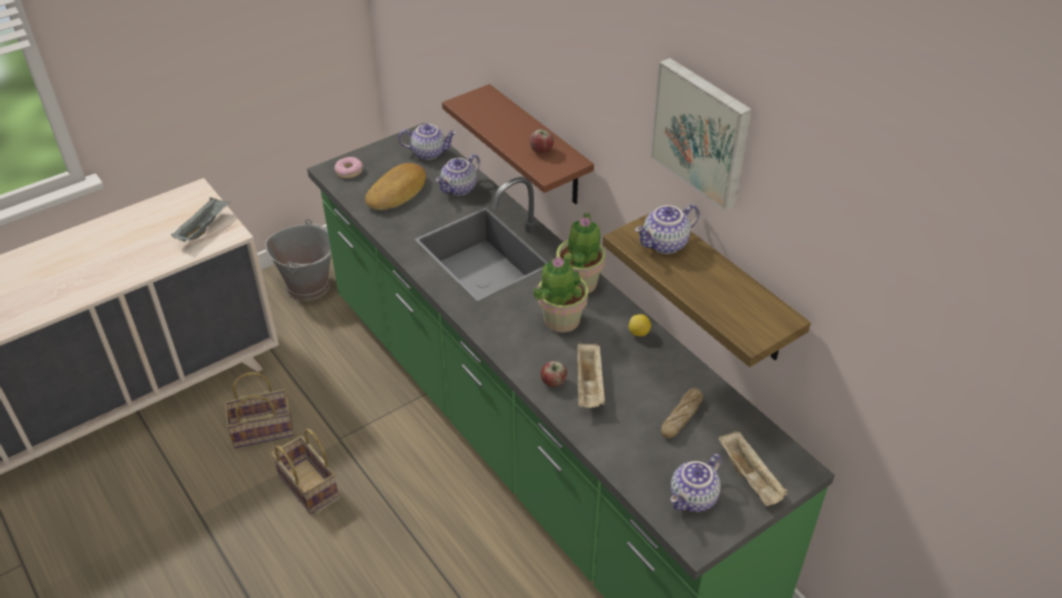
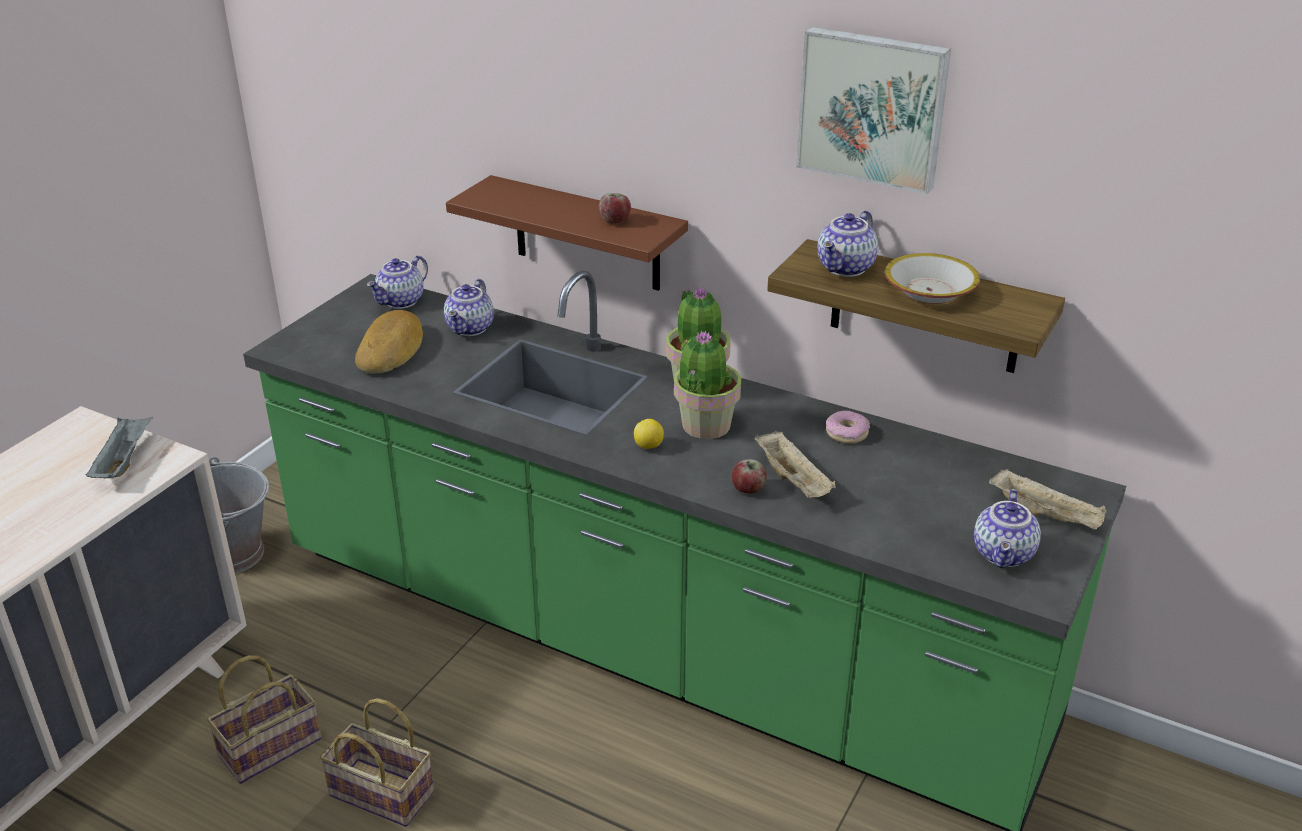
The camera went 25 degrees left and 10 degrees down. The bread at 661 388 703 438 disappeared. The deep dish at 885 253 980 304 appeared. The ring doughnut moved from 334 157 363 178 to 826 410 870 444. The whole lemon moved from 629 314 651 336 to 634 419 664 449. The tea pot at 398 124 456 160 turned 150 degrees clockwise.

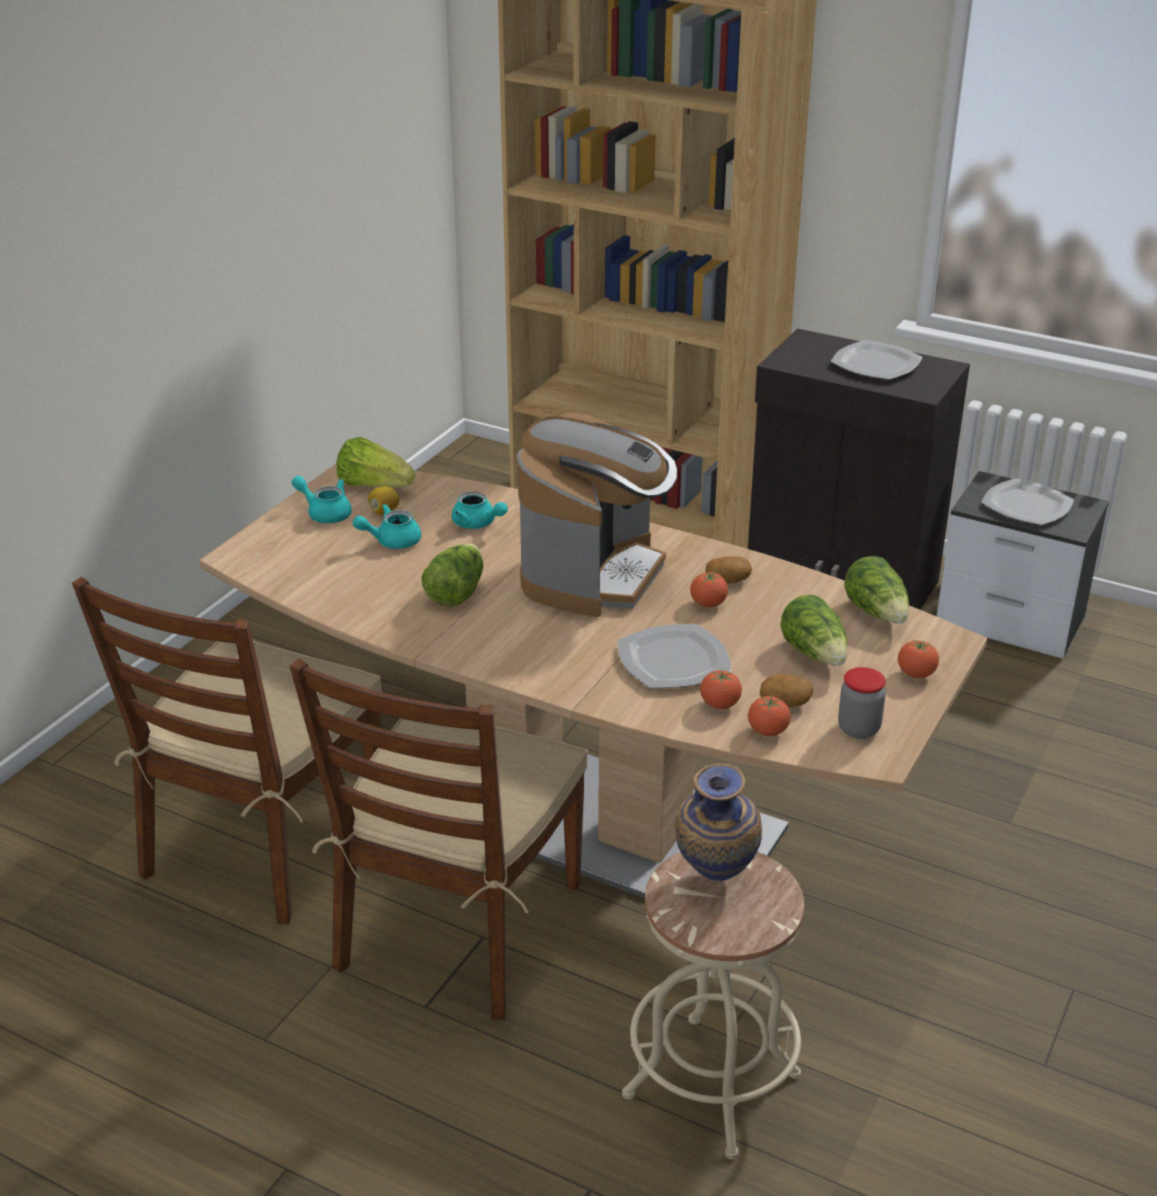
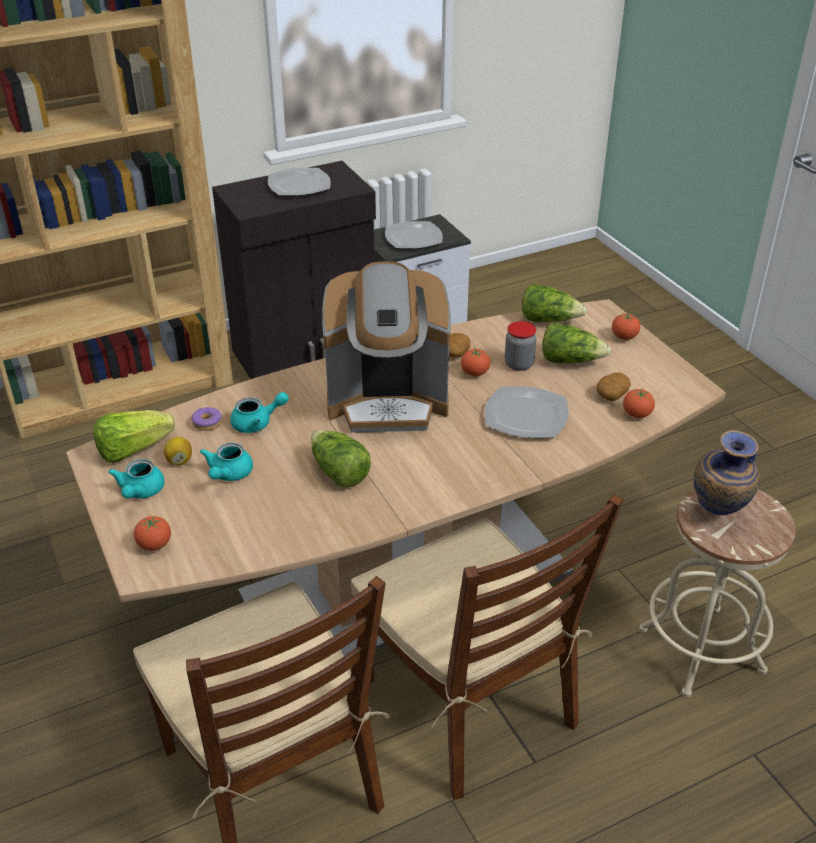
The camera went 55 degrees left and 5 degrees up. The ring doughnut at 192 407 222 431 appeared. The whole tomato moved from 700 670 742 709 to 134 516 171 551. The preserve jar moved from 838 667 886 739 to 505 321 537 371. The turquoise tea pot at 292 476 352 523 turned 60 degrees counterclockwise. The coffee machine at 517 413 677 617 turned 120 degrees clockwise.

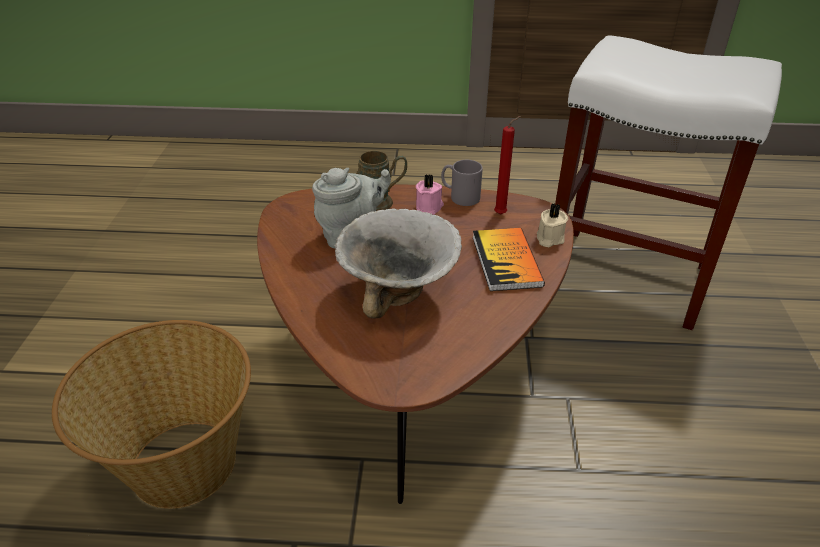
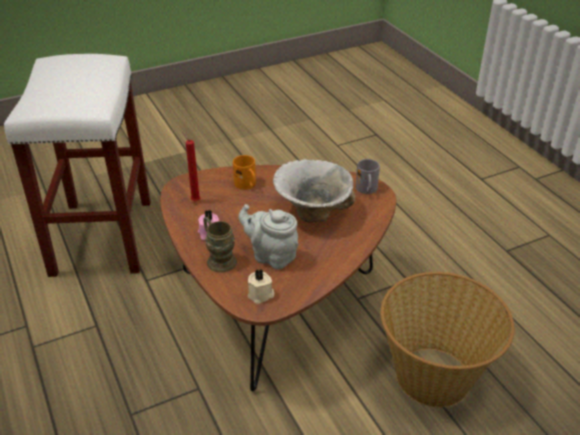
The camera went 120 degrees left and 0 degrees up. The greyish tea mug moved from 441 160 483 206 to 356 159 380 194. The beige-coloured candle moved from 537 204 568 247 to 248 269 274 304. The bound book at 473 228 545 291 was replaced by the orange tea mug at 233 155 256 190.

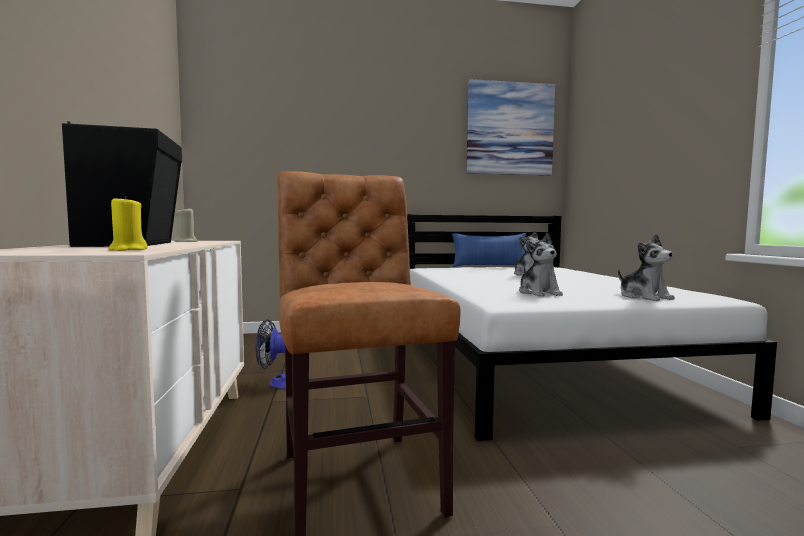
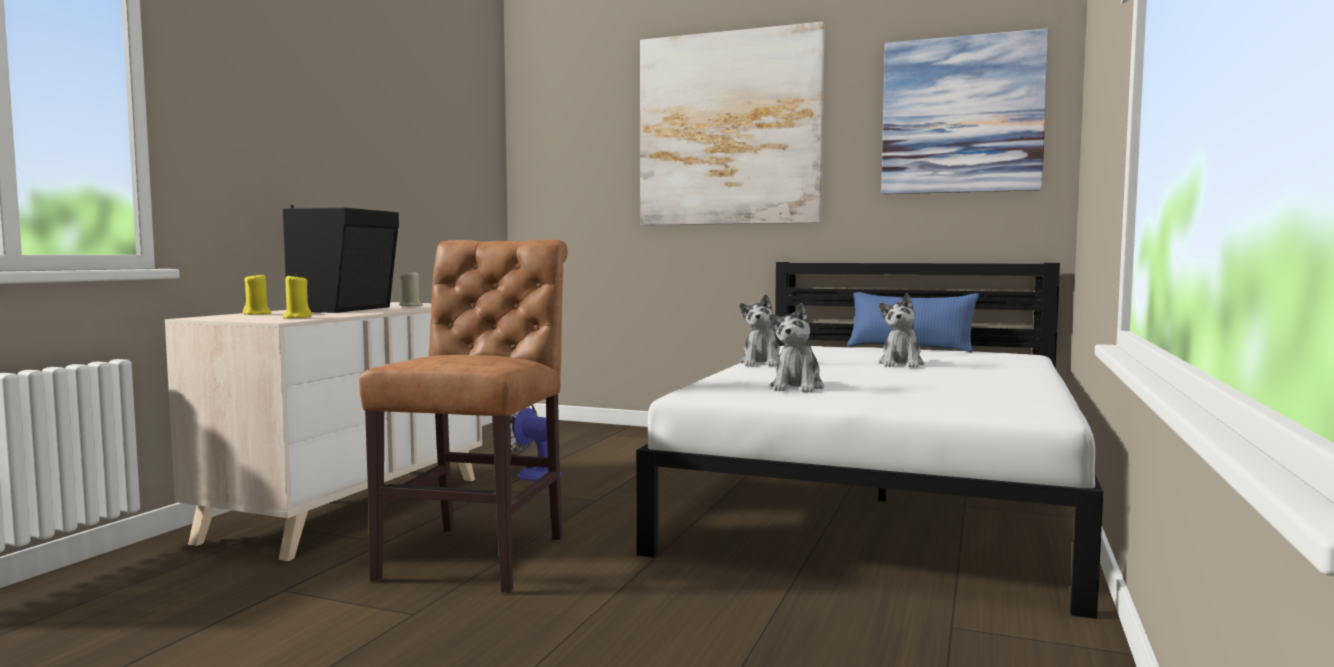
The camera went 30 degrees right and 0 degrees up. The yellow candle at 243 273 271 315 appeared. The wall art at 640 22 825 225 appeared. The soft toy moved from 618 234 675 301 to 739 294 780 366.

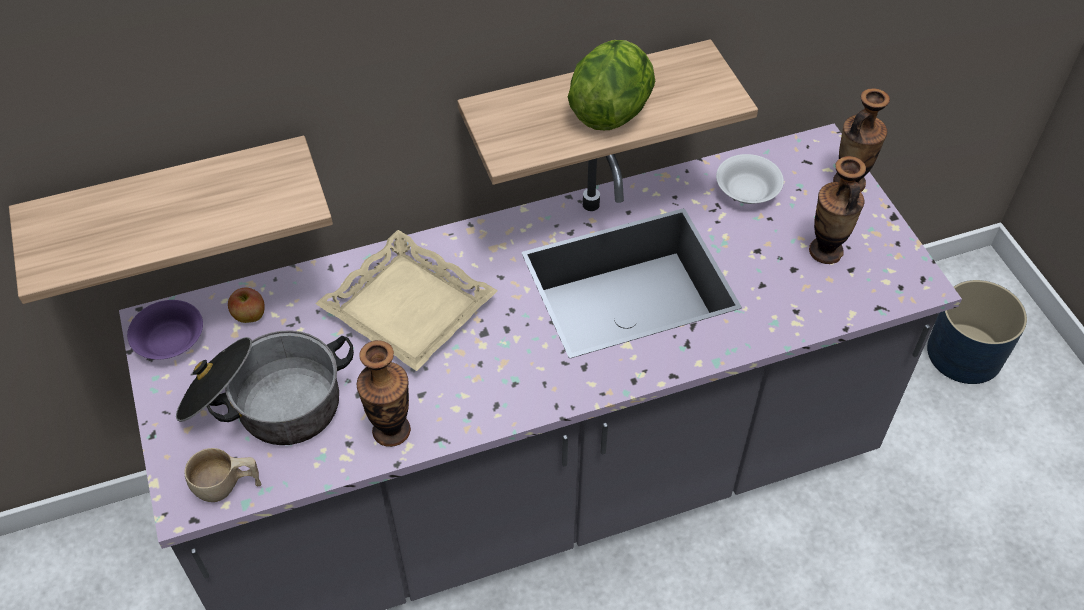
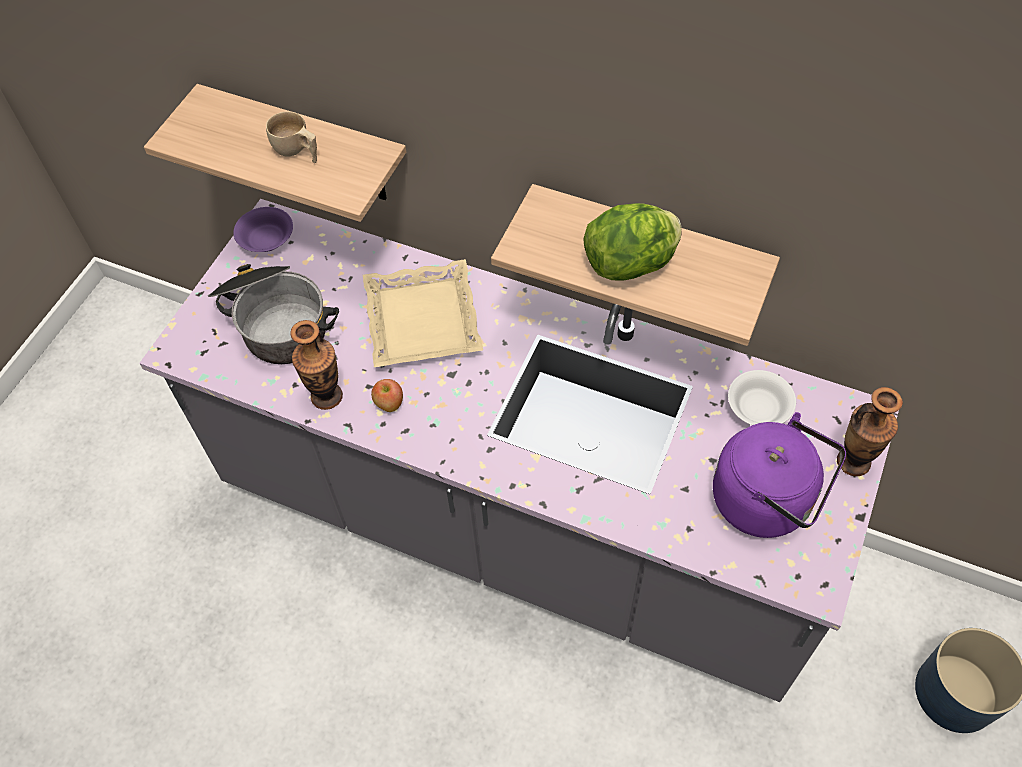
The camera went 45 degrees right and 5 degrees up. The beige-coloured cup moved from 185 448 262 502 to 266 111 317 163. The apple moved from 228 288 265 323 to 371 379 403 412. The flower vase at 809 156 866 264 was replaced by the purplish tea kettle at 713 412 846 538.

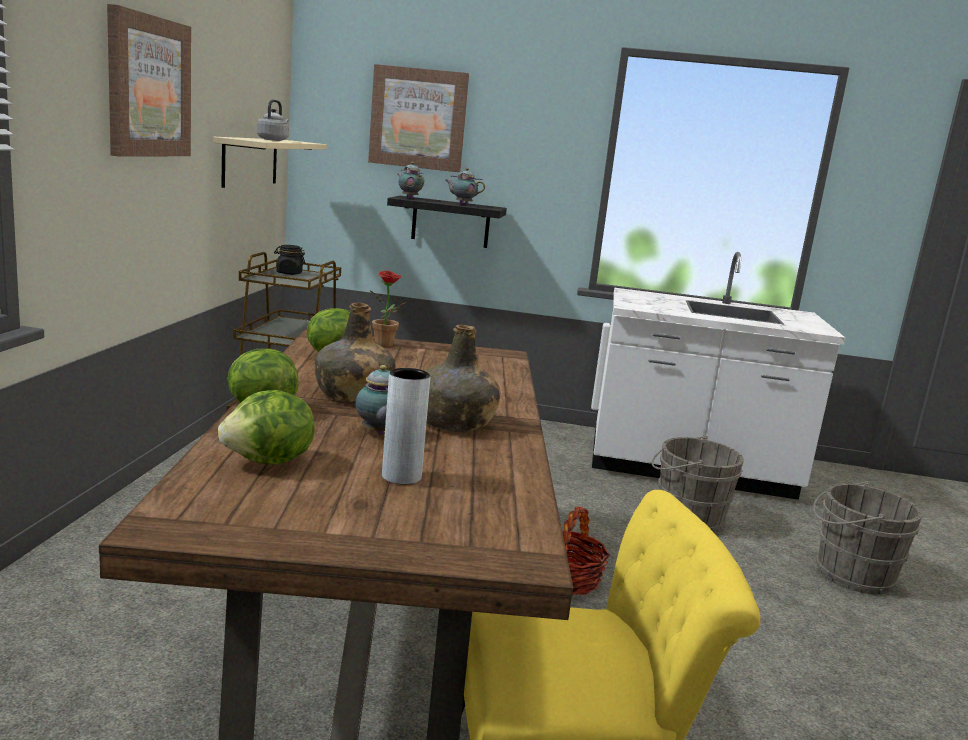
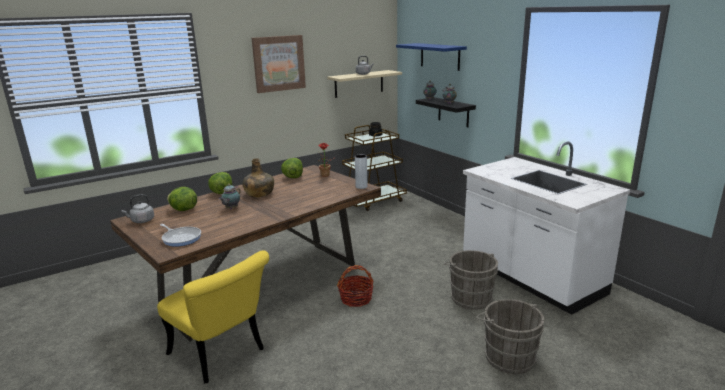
The camera went 50 degrees right and 5 degrees up. The green-coloured drink bottle at 425 325 500 432 disappeared. The greyish tea kettle at 121 194 154 223 appeared. The pan at 160 224 201 247 appeared. The greyish flower vase moved from 382 368 430 484 to 355 154 368 189. The wall art at 368 64 469 172 was replaced by the bluish shelf at 396 43 467 71.

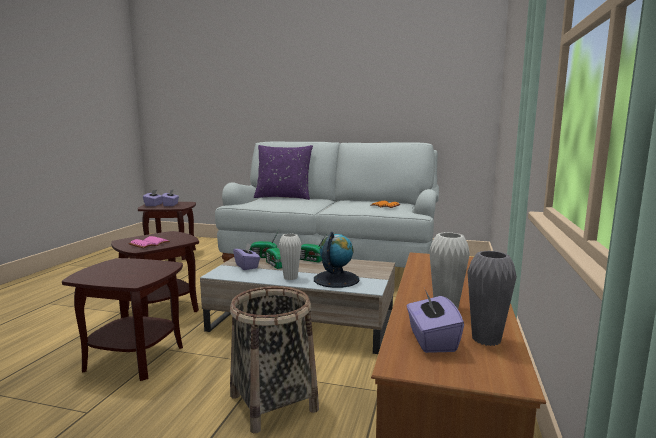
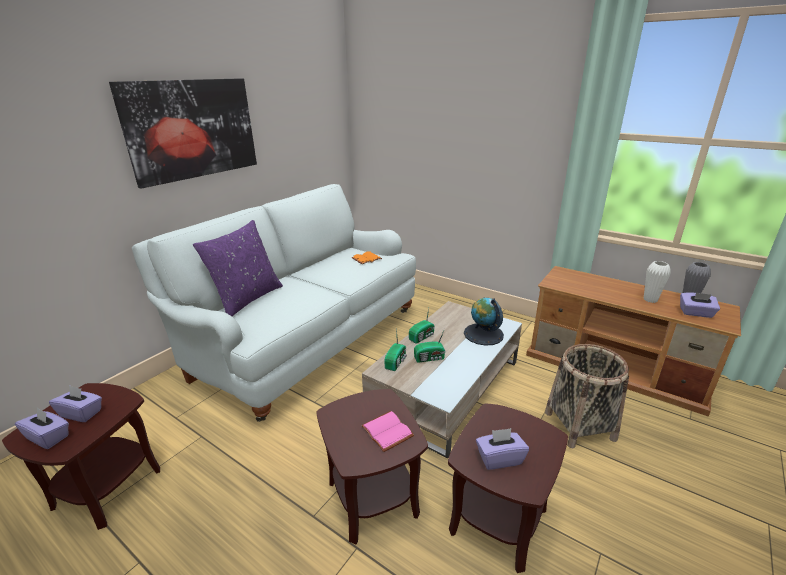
The camera went 70 degrees left and 15 degrees up. The white flower vase at 279 234 301 280 disappeared. The wall art at 109 78 257 189 appeared. The purplish tissue box moved from 233 243 260 270 to 476 428 529 470.

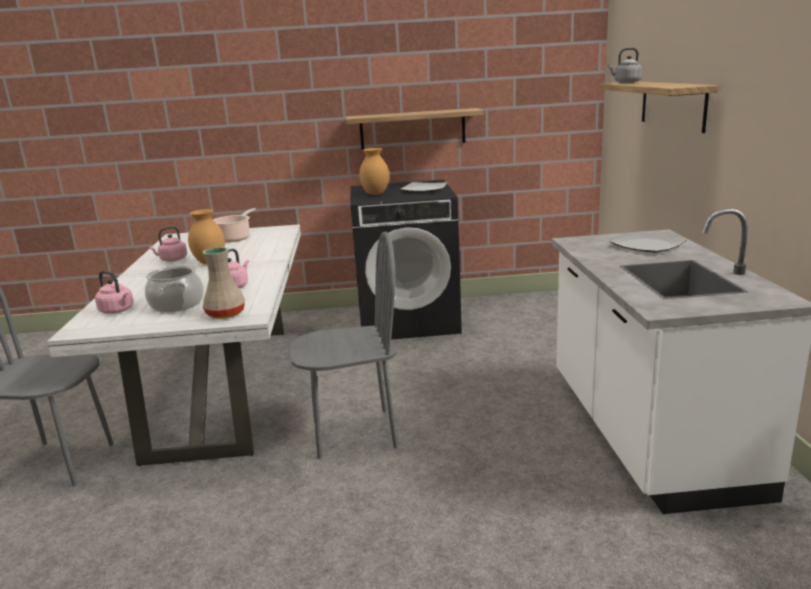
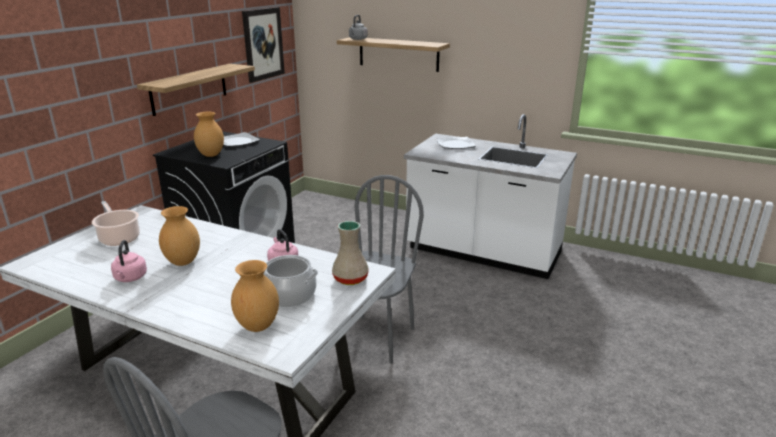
The camera went 60 degrees left and 5 degrees up. The wall art at 242 7 285 83 appeared. The pink tea kettle at 95 271 134 314 was replaced by the brown flower vase at 231 260 279 332.

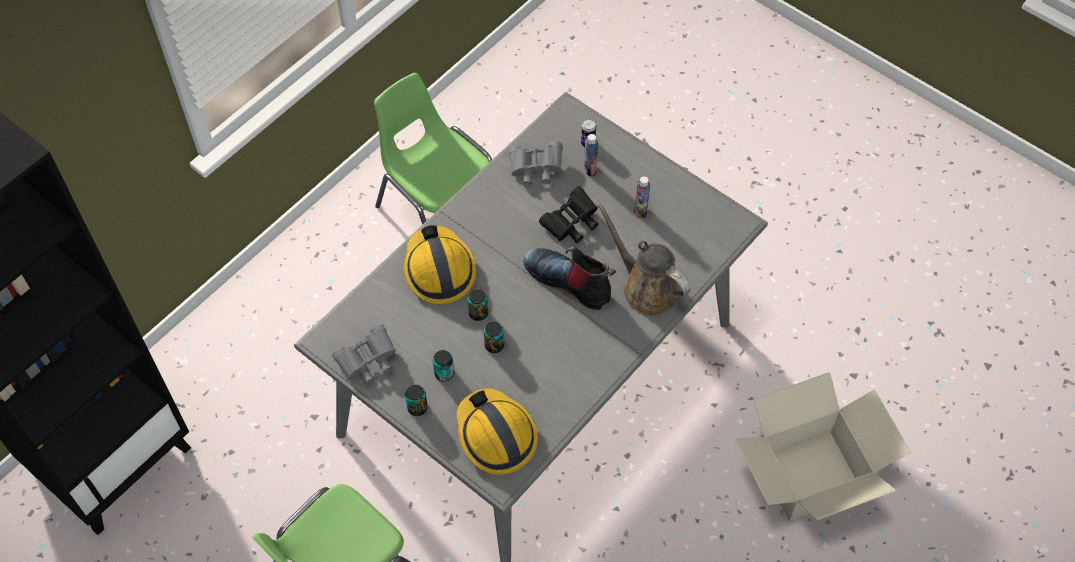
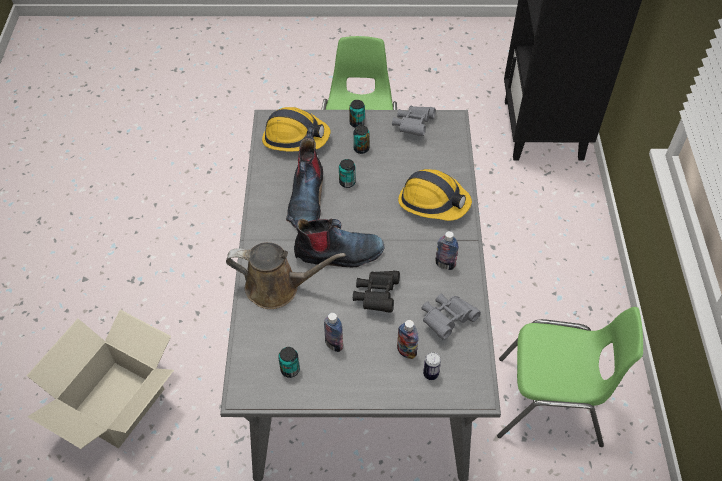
The camera went 140 degrees right and 5 degrees down. The boot at 287 125 323 227 appeared. The drink bottle at 435 231 459 270 appeared. The metal can moved from 468 289 488 321 to 278 347 300 378.

